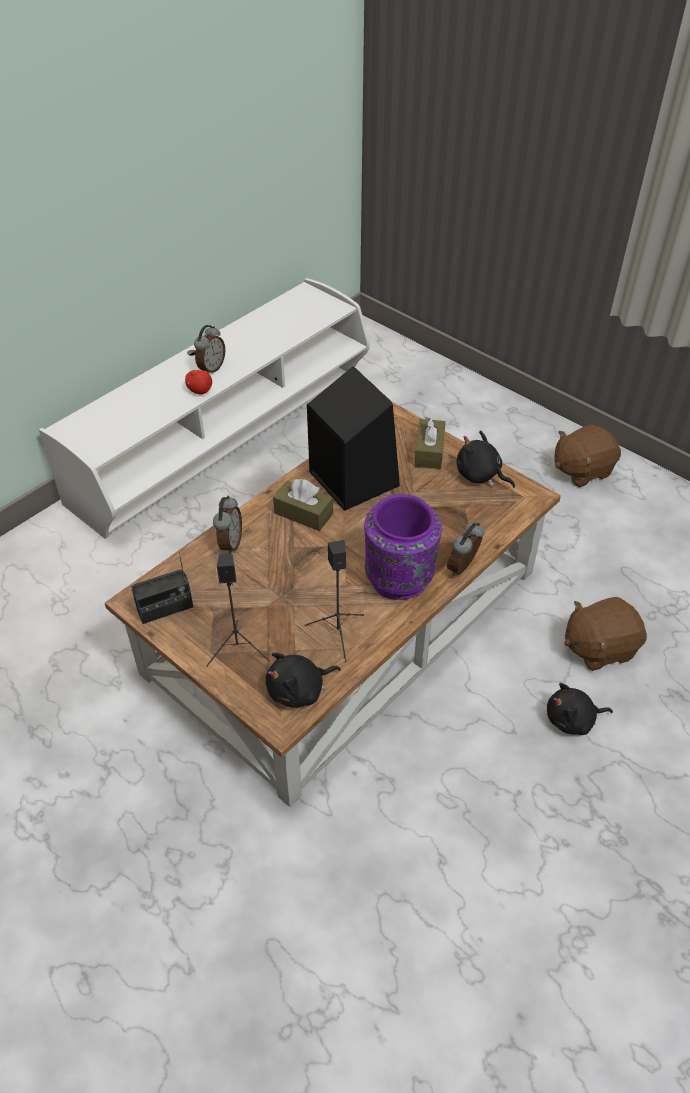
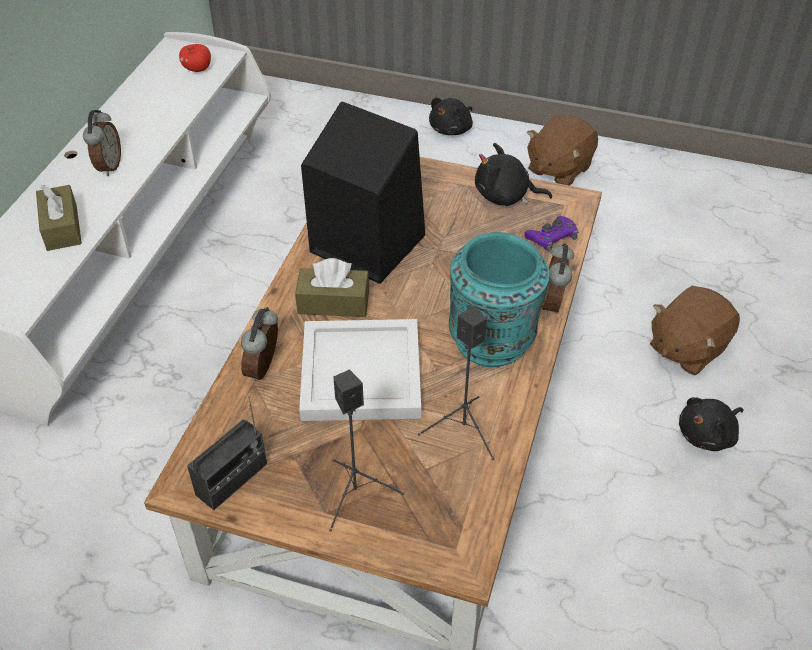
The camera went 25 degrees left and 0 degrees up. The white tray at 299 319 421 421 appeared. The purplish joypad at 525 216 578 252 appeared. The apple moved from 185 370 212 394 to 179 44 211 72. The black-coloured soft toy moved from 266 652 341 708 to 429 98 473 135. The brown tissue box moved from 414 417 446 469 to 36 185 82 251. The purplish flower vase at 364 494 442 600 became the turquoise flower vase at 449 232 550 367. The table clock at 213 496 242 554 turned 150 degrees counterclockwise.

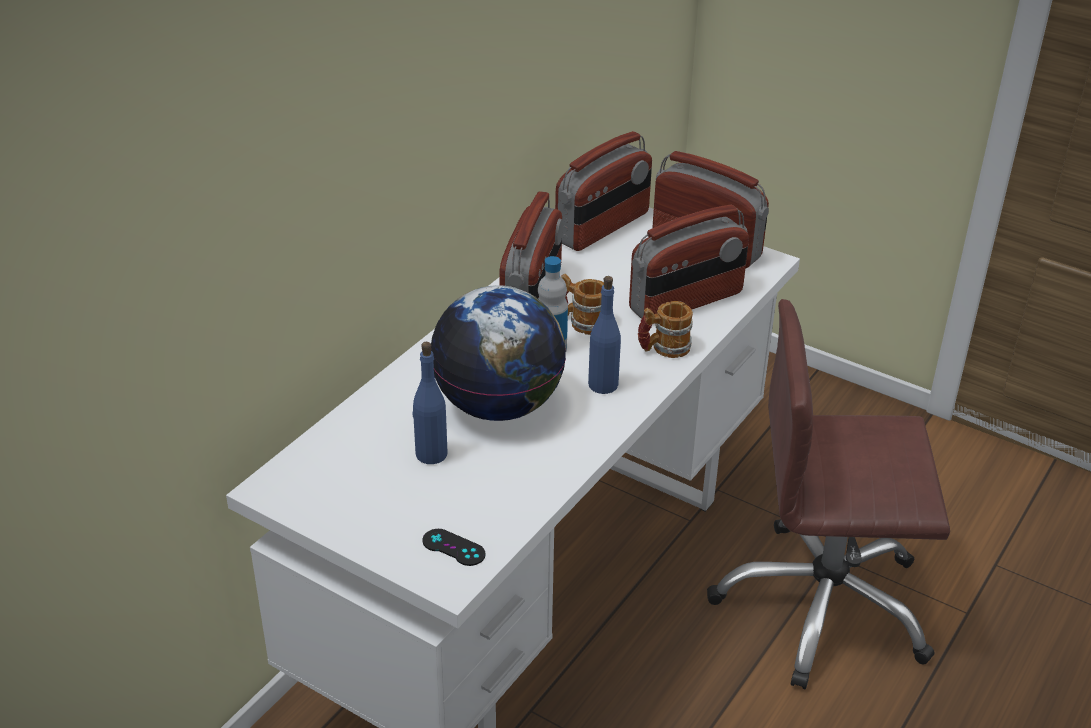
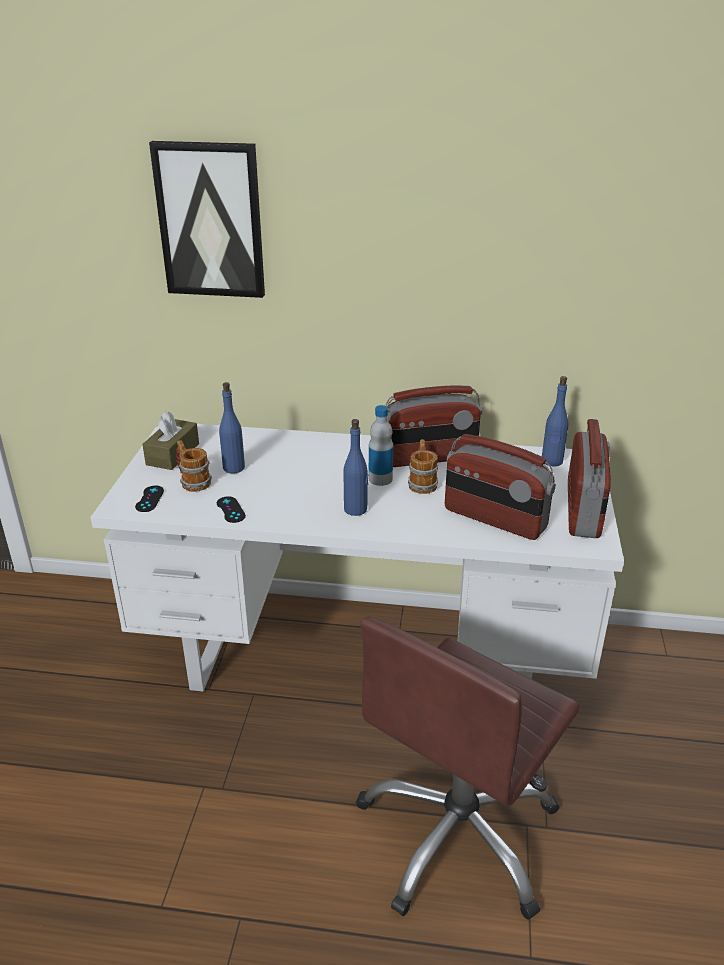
The camera went 65 degrees right and 5 degrees down. The desk globe at 431 285 566 421 disappeared. The brown tissue box at 142 411 199 470 appeared. The wall art at 149 141 265 298 appeared. The black-coloured joypad at 217 496 246 523 appeared. The tea mug moved from 638 301 693 358 to 176 440 212 492. The radio receiver at 555 131 652 251 was replaced by the bluish drink bottle at 542 376 568 467. The brown office chair at 707 299 950 689 turned 120 degrees counterclockwise.

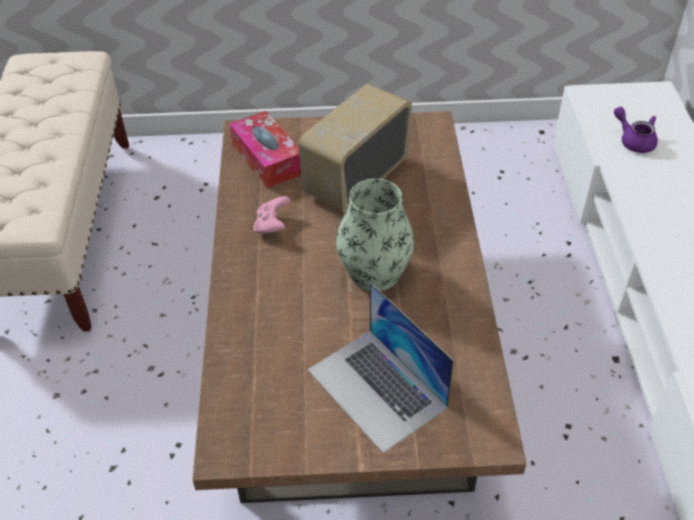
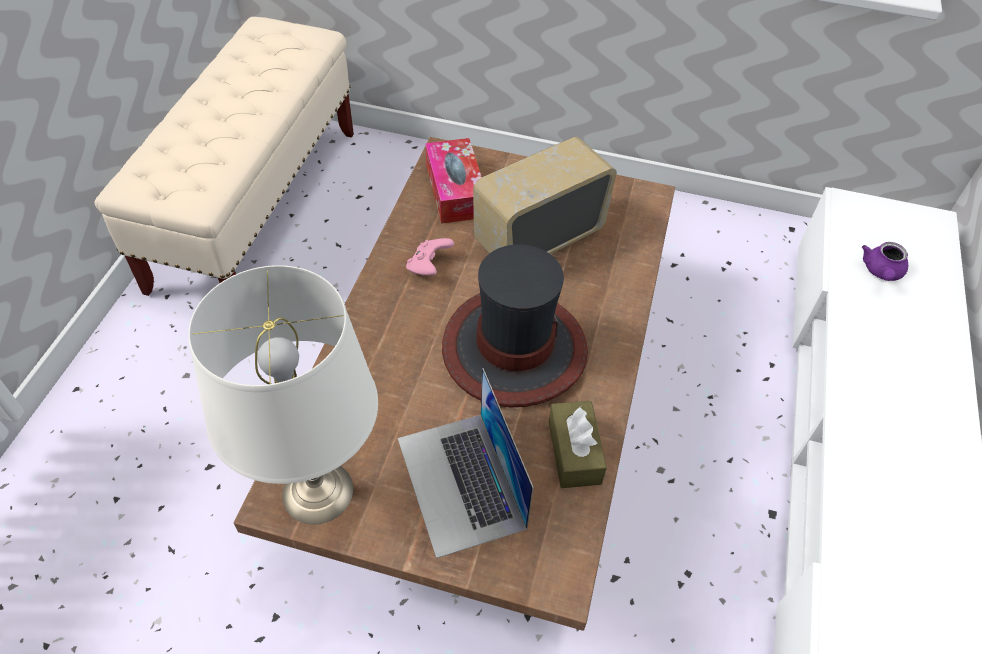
The camera went 15 degrees right and 5 degrees up. The white tabletop lamp at 188 265 378 525 appeared. The brown tissue box at 549 401 607 488 appeared. The flower vase at 336 179 414 291 was replaced by the clothing hat at 442 245 588 407. The purplish tea pot at 614 107 658 153 turned 135 degrees counterclockwise.

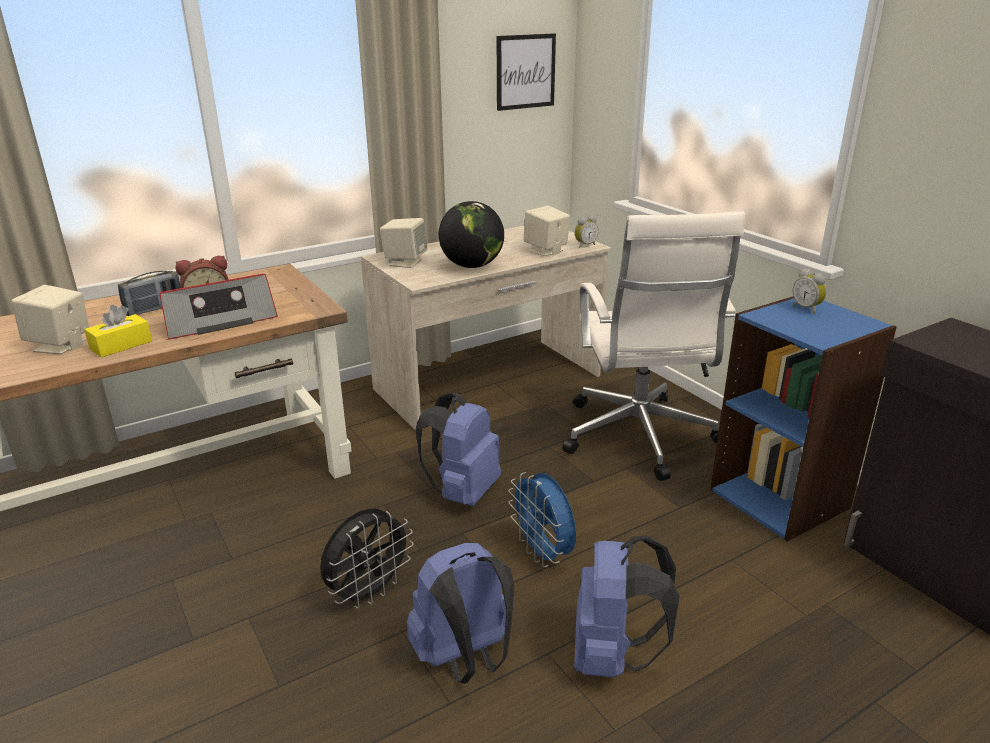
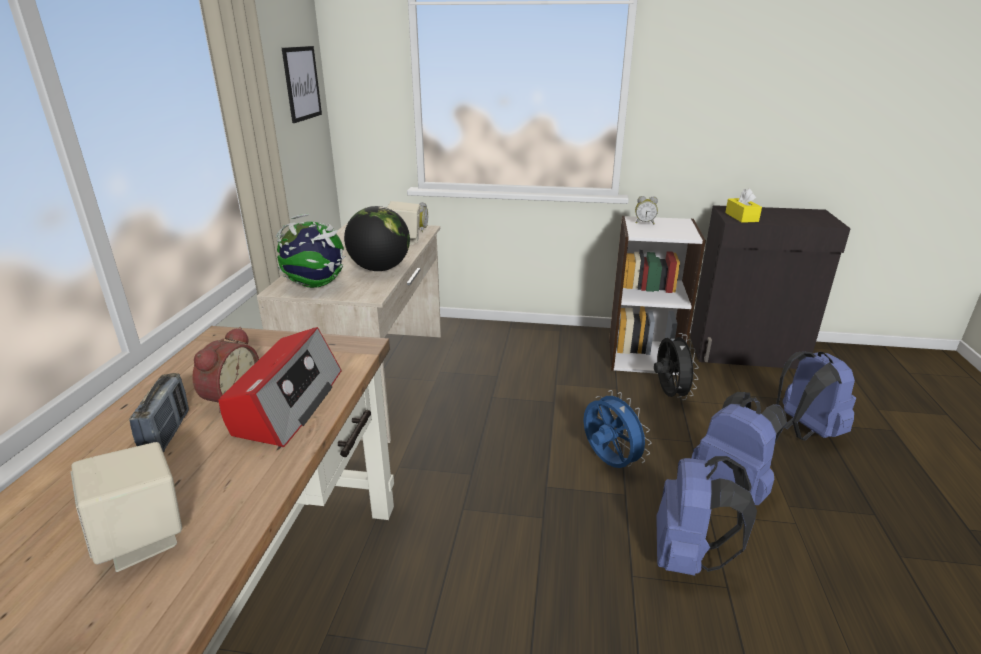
The camera went 50 degrees left and 0 degrees up. The white office chair at 562 211 745 481 disappeared. The yellow tissue box moved from 84 305 152 358 to 725 188 762 223. The black-coloured electric fan moved from 320 509 414 609 to 654 333 699 400. The bluish backpack moved from 415 393 501 506 to 776 352 856 440. The beige-coloured speaker at 380 218 427 268 was replaced by the desk globe at 276 214 345 288. The bluish shelving unit at 710 296 897 541 became the white shelving unit at 609 216 706 375. The bluish electric fan at 508 472 576 567 turned 135 degrees counterclockwise.

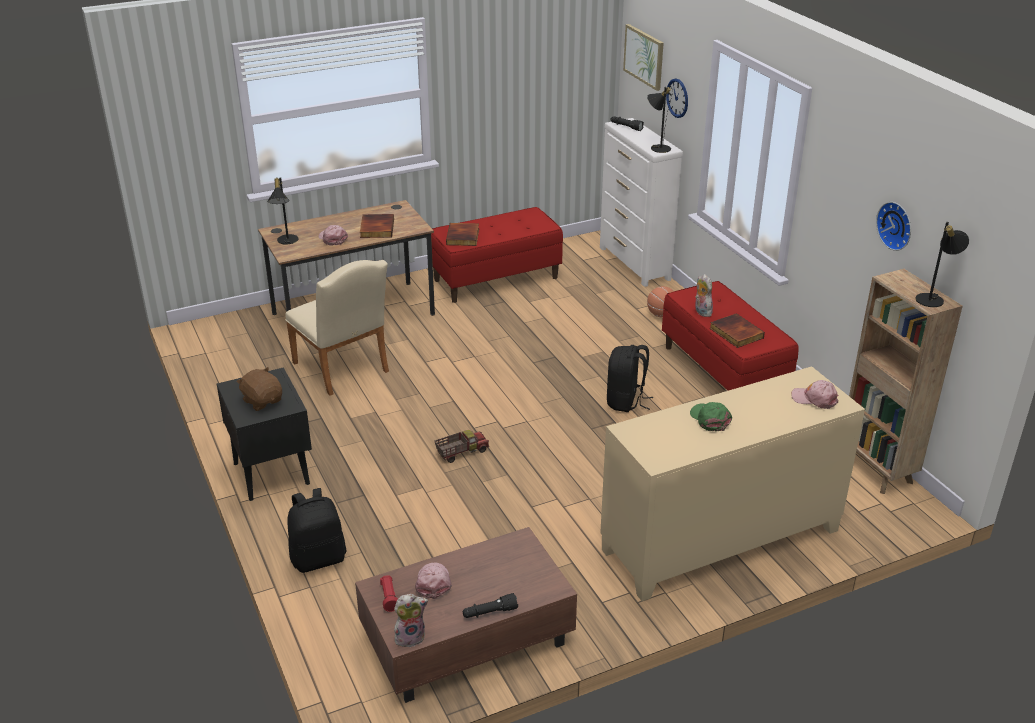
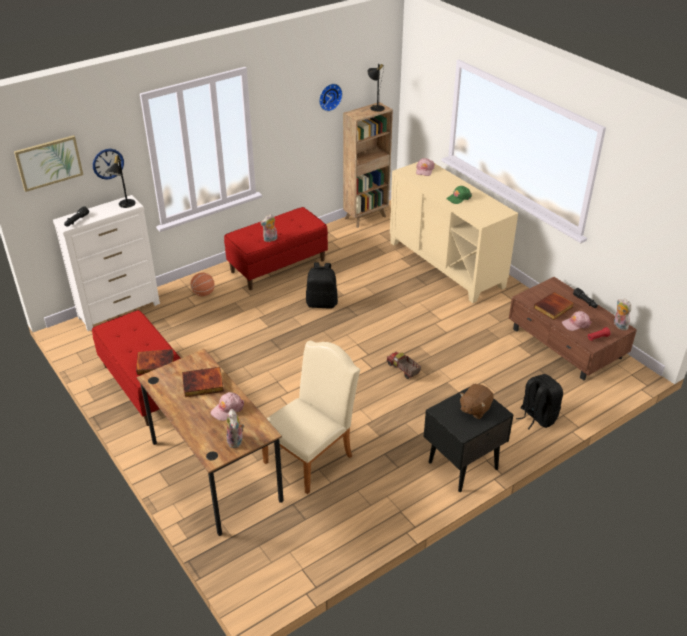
The camera went 100 degrees left and 5 degrees up. The bound book moved from 709 313 765 348 to 534 292 574 320. The black-coloured tabletop lamp at 268 177 298 244 was replaced by the soft toy at 227 409 244 448.

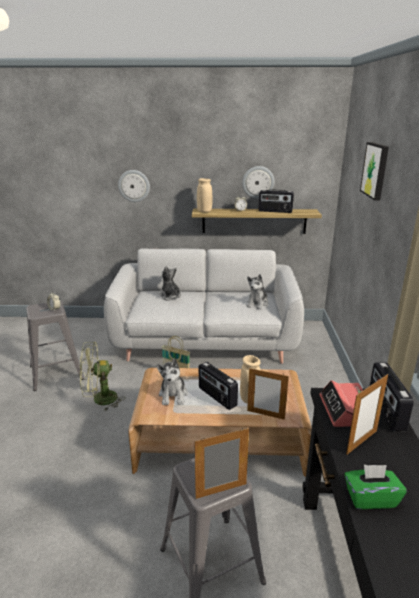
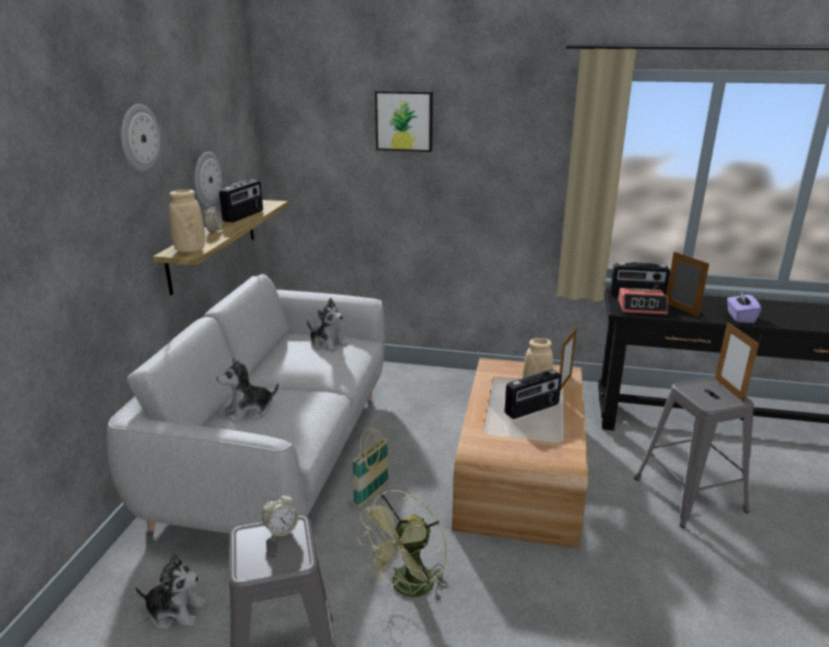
The camera went 80 degrees left and 0 degrees up. The clock on the wall moved from 118 170 150 202 to 121 104 161 172. The soft toy moved from 156 358 188 405 to 135 554 206 630. The green-coloured tissue box at 344 465 407 509 became the purplish tissue box at 727 291 761 323. The green-coloured electric fan at 80 342 123 411 turned 45 degrees clockwise.

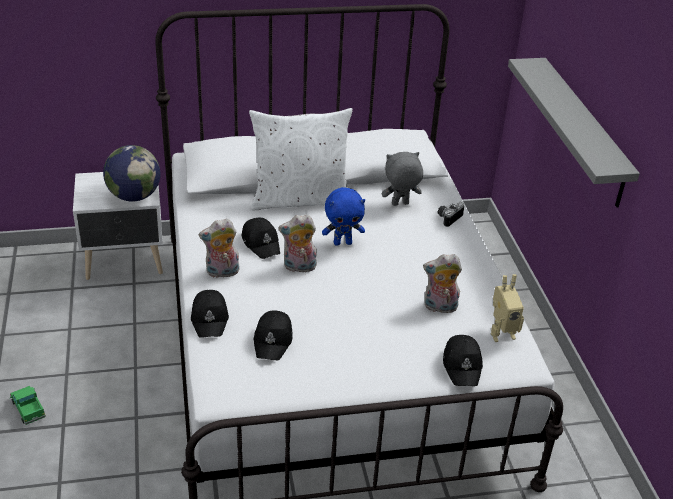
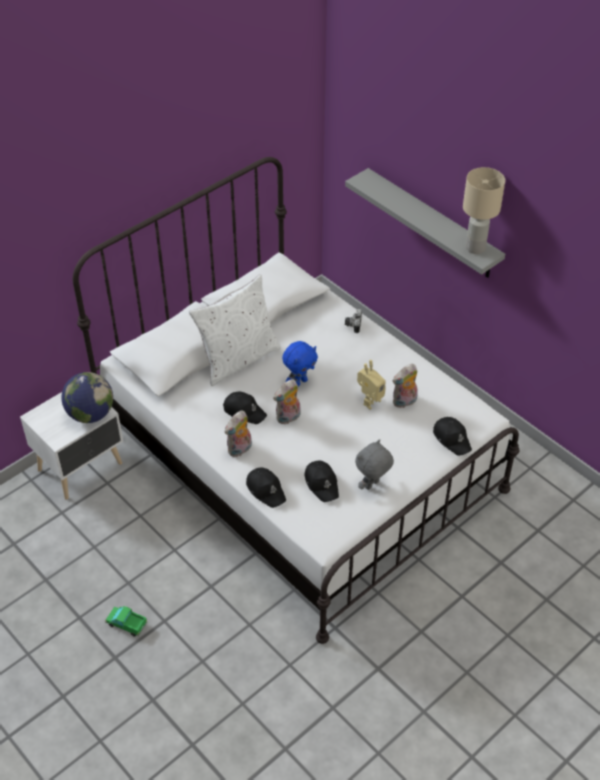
The camera went 30 degrees left and 10 degrees up. The beige-coloured tabletop lamp at 463 167 505 254 appeared. The greyish soft toy moved from 382 152 423 206 to 355 439 394 490. The robot figure moved from 491 274 524 342 to 357 360 386 410.

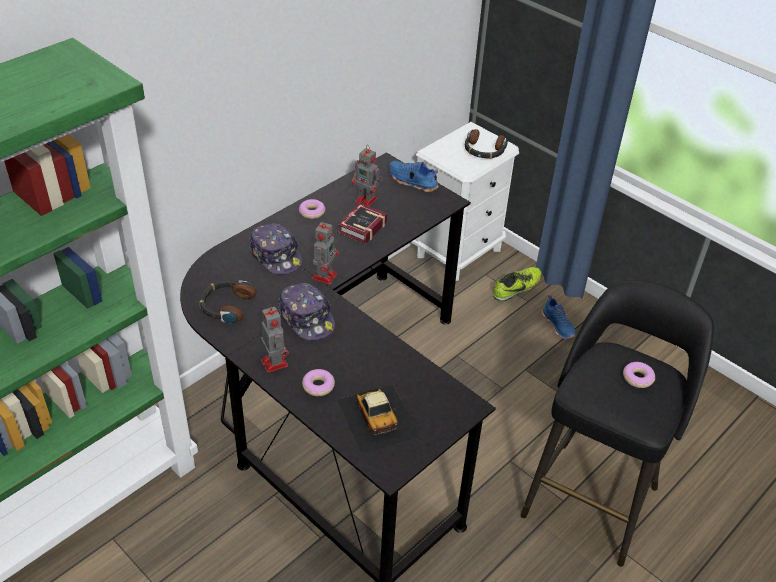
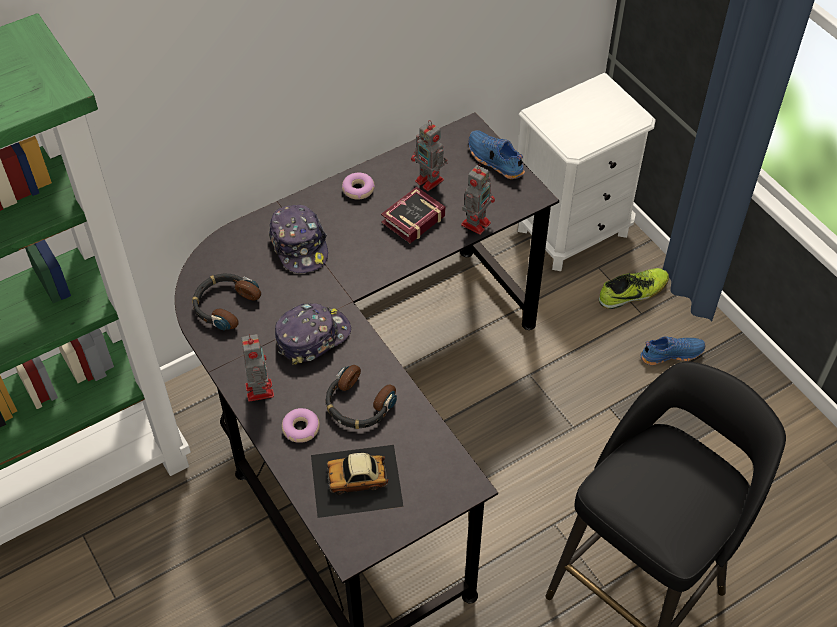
The camera went 15 degrees right and 10 degrees up. The ring doughnut at 623 362 655 388 disappeared. The robot figure moved from 312 219 339 285 to 461 164 495 235. The headset moved from 465 129 508 159 to 325 365 397 429. The cap at 278 283 335 341 turned 105 degrees counterclockwise. The miniature car at 337 384 420 454 turned 90 degrees clockwise. The bluish low shoe at 542 295 576 339 turned 90 degrees counterclockwise.

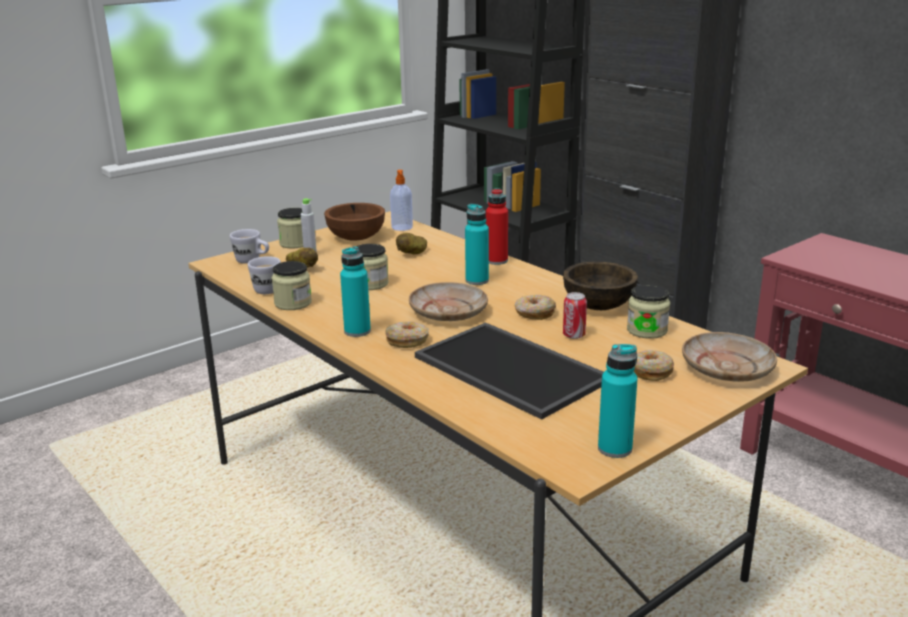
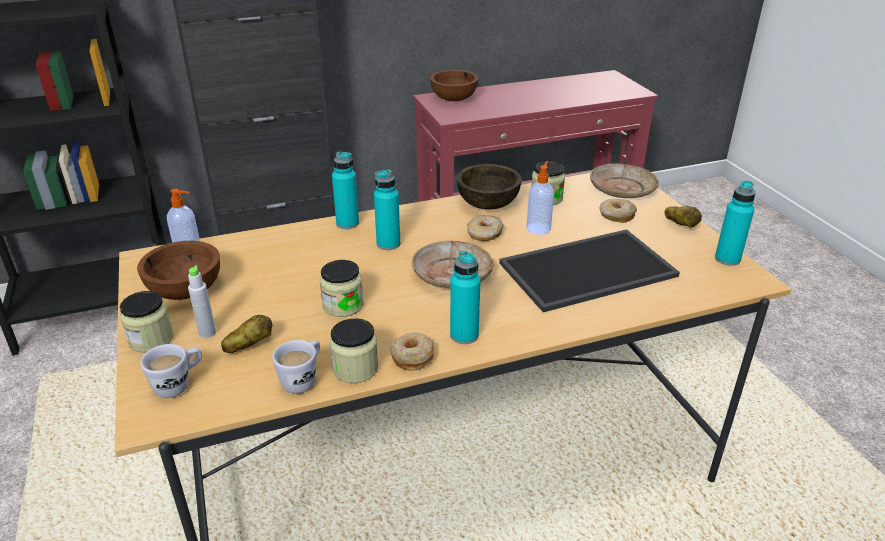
The camera went 70 degrees left and 10 degrees up. The brown deep dish at 430 70 478 101 appeared. The ring doughnut moved from 385 322 429 348 to 390 333 434 370. The whole potato moved from 396 233 427 254 to 664 206 702 228. The metal can at 563 292 587 339 was replaced by the liquid soap bottle at 526 161 554 235. The reddish drink bottle at 486 188 508 265 became the turquoise drink bottle at 332 151 359 229.

